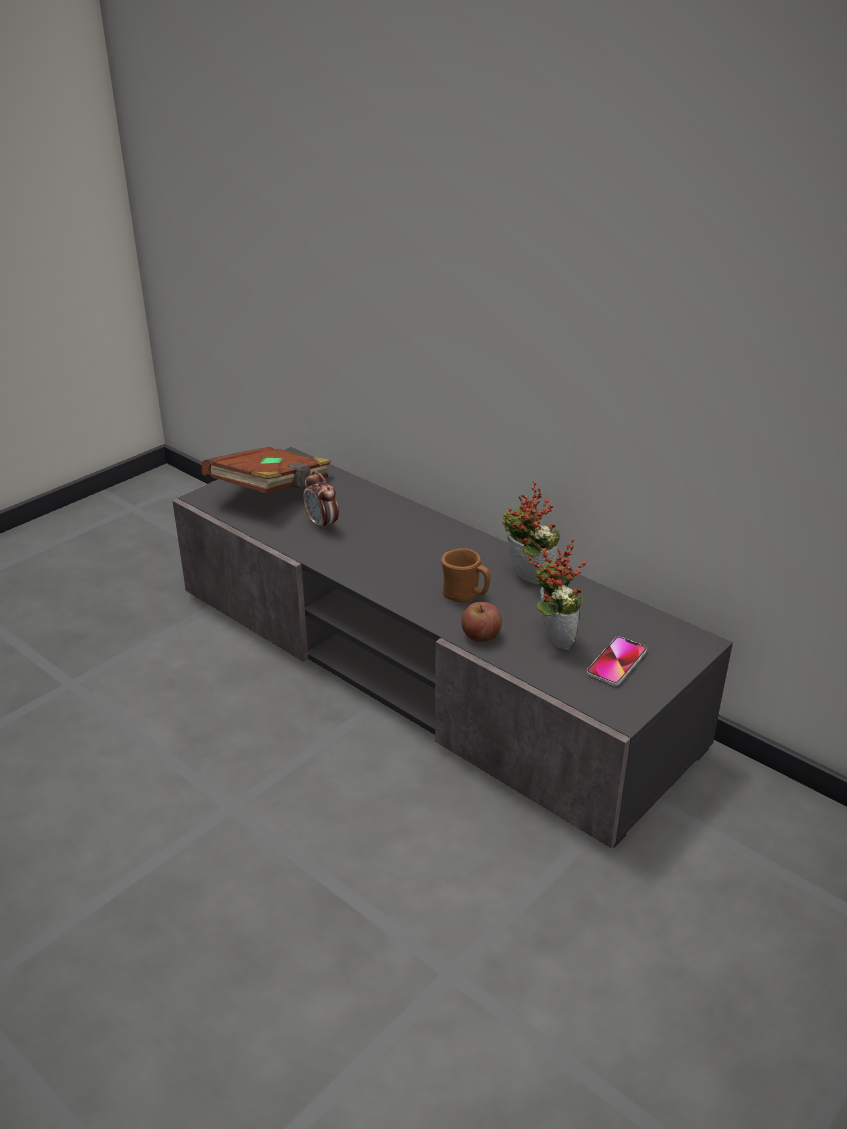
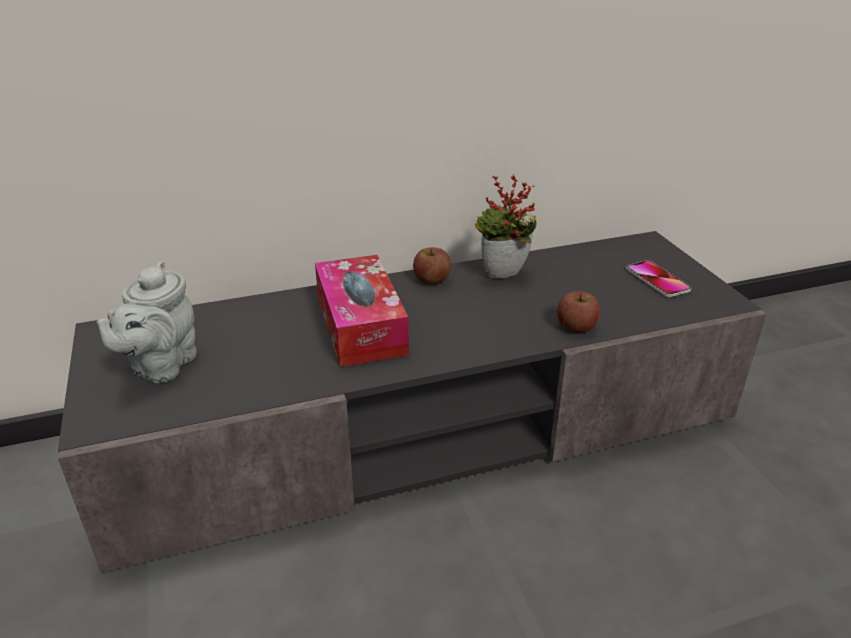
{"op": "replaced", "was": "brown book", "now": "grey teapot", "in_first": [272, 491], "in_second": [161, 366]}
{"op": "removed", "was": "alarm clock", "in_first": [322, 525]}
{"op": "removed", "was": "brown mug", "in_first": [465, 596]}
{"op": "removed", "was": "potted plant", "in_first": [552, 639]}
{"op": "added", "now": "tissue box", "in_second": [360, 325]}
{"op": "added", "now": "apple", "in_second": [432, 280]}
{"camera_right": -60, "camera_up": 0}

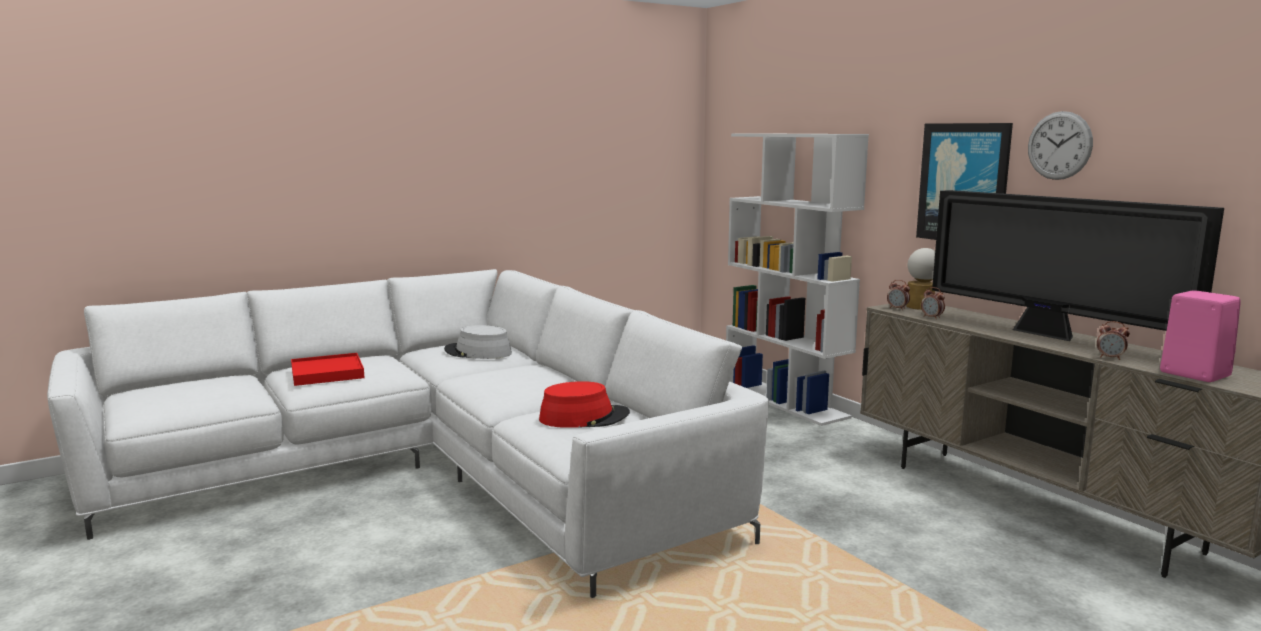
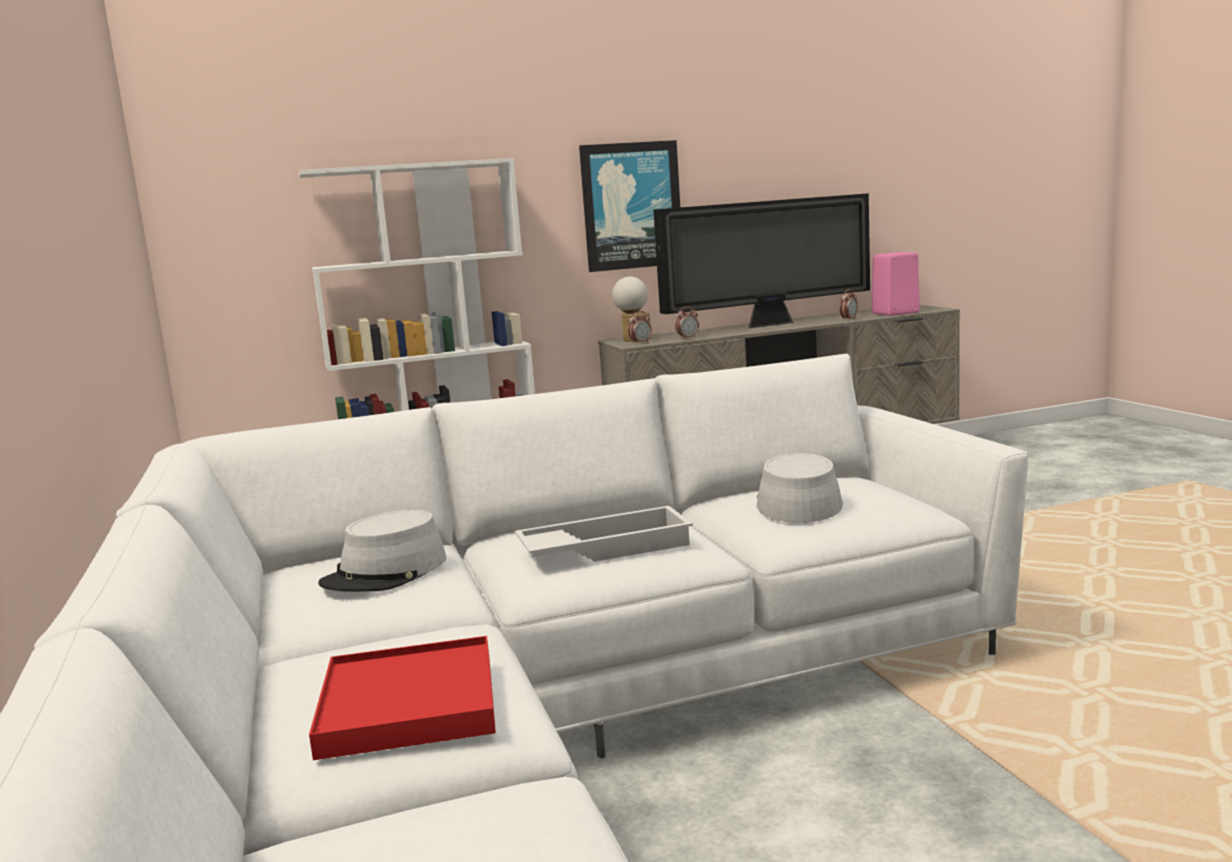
{"op": "recoloured", "was": "red hat", "now": "grey hat", "in_first": [584, 417], "in_second": [798, 503]}
{"op": "removed", "was": "wall clock", "in_first": [1059, 145]}
{"op": "added", "now": "white tray", "in_second": [605, 547]}
{"camera_right": -75, "camera_up": 0}

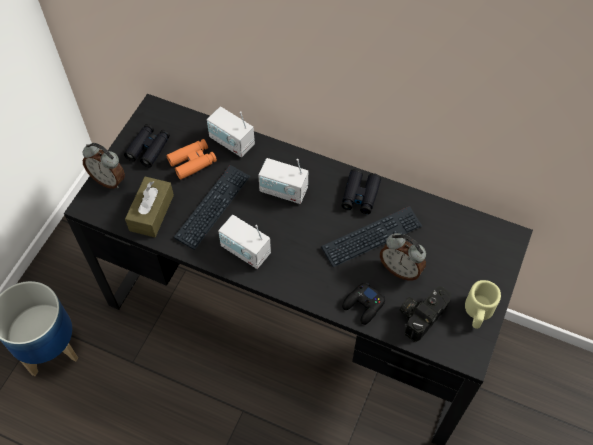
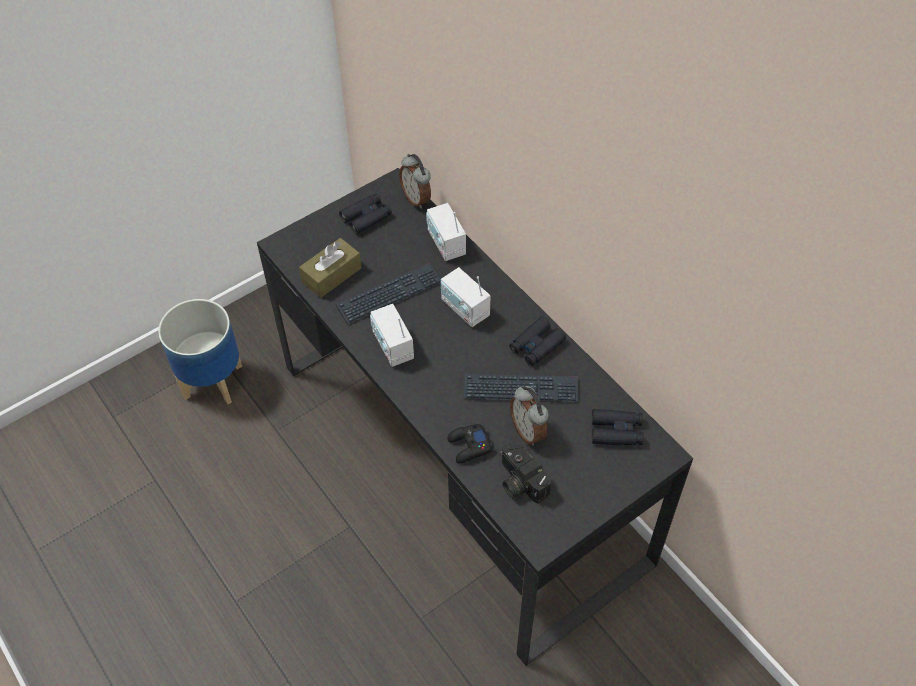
{"op": "moved", "was": "alarm clock", "in_first": [109, 180], "in_second": [417, 199]}
{"op": "removed", "was": "orange binoculars", "in_first": [192, 162]}
{"op": "turned", "was": "photo camera", "in_first": [420, 314], "in_second": [519, 481], "clockwise": -105}
{"op": "removed", "was": "beige mug", "in_first": [478, 312]}
{"op": "added", "now": "black binoculars", "in_second": [616, 431]}
{"camera_right": 30, "camera_up": -5}

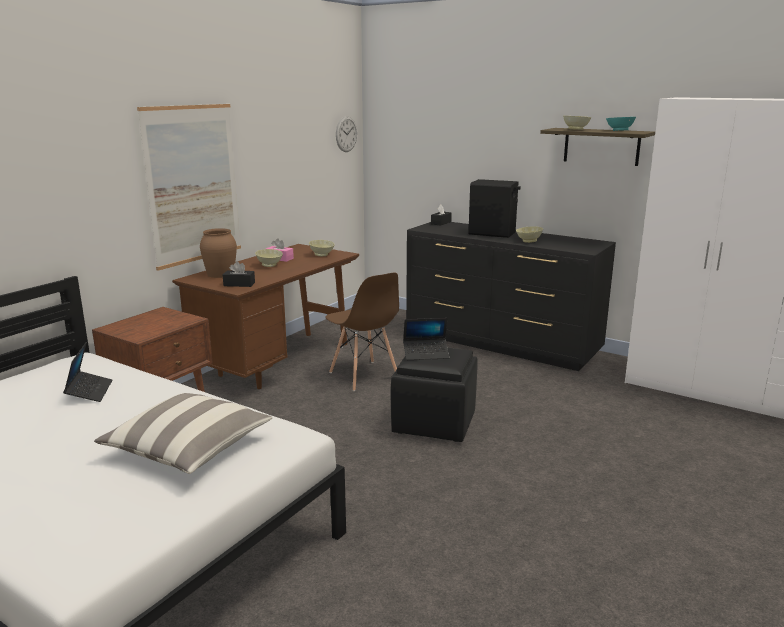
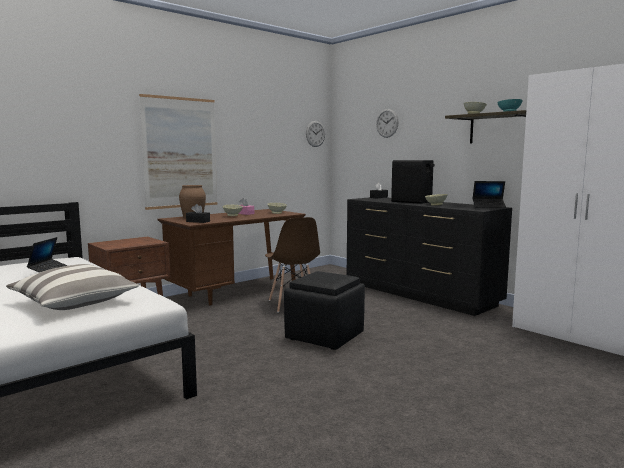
{"op": "moved", "was": "laptop", "in_first": [426, 354], "in_second": [488, 206]}
{"op": "added", "now": "wall clock", "in_second": [387, 123]}
{"camera_right": 15, "camera_up": -10}

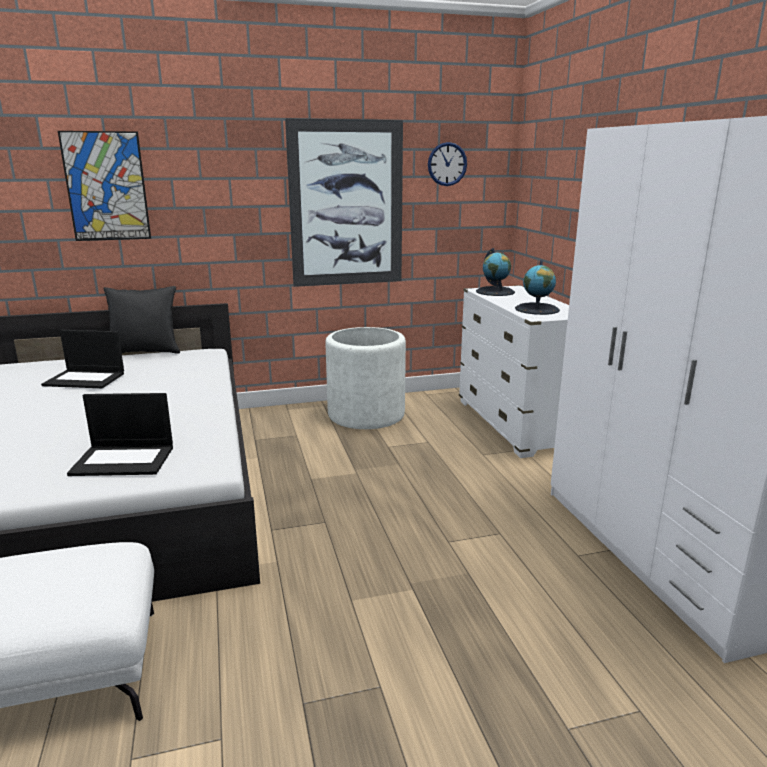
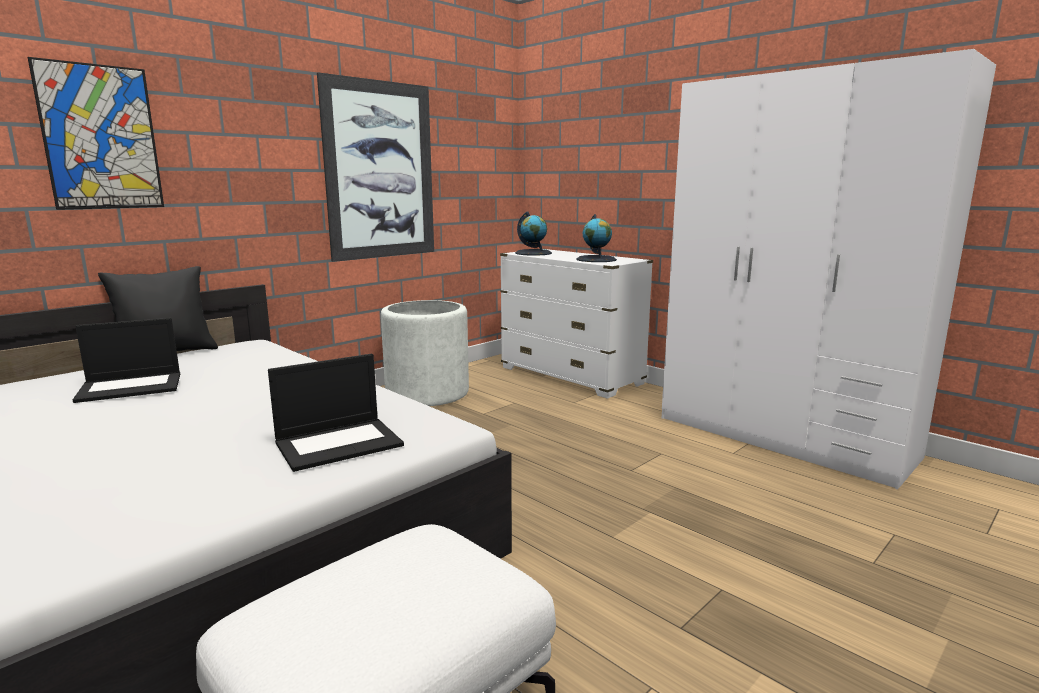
{"op": "removed", "was": "wall clock", "in_first": [447, 164]}
{"camera_right": -30, "camera_up": -5}

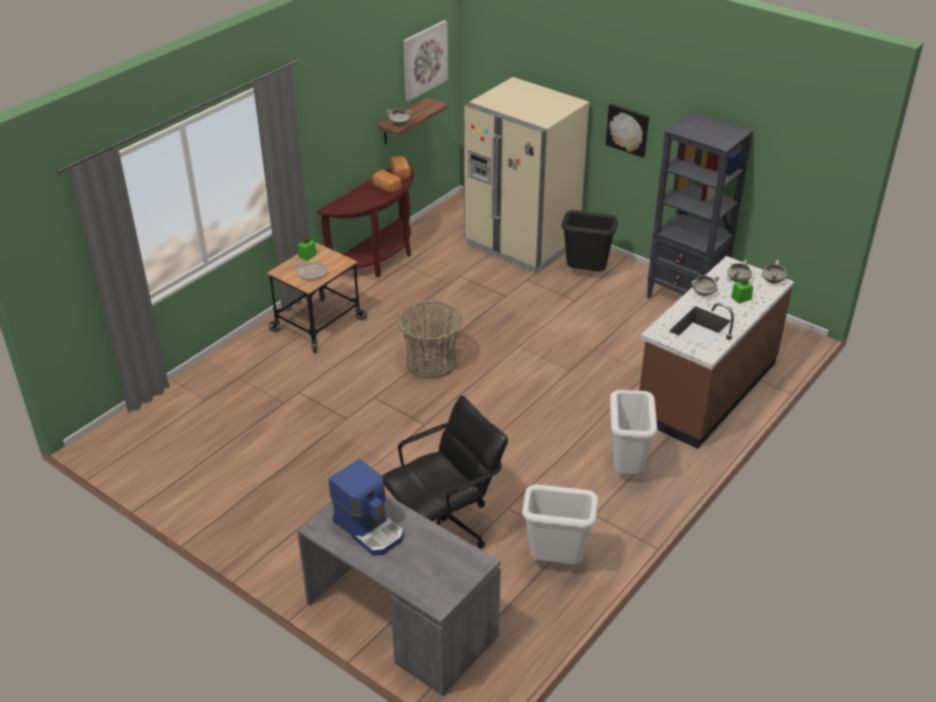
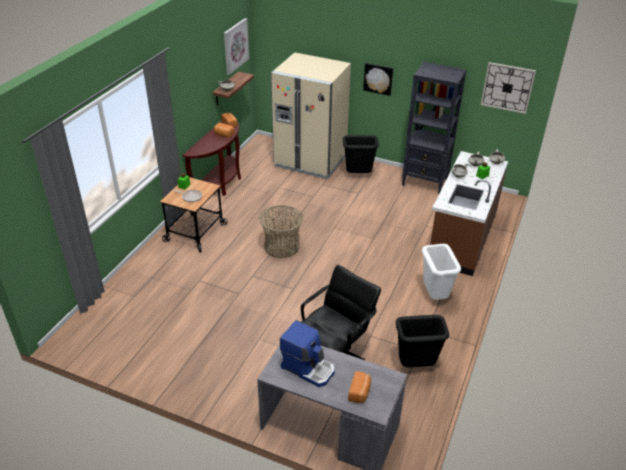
{"op": "recoloured", "was": "white trash can", "now": "black trash can", "in_first": [557, 562], "in_second": [416, 366]}
{"op": "added", "now": "bread", "in_second": [359, 392]}
{"op": "added", "now": "wall clock", "in_second": [507, 87]}
{"camera_right": -15, "camera_up": 0}

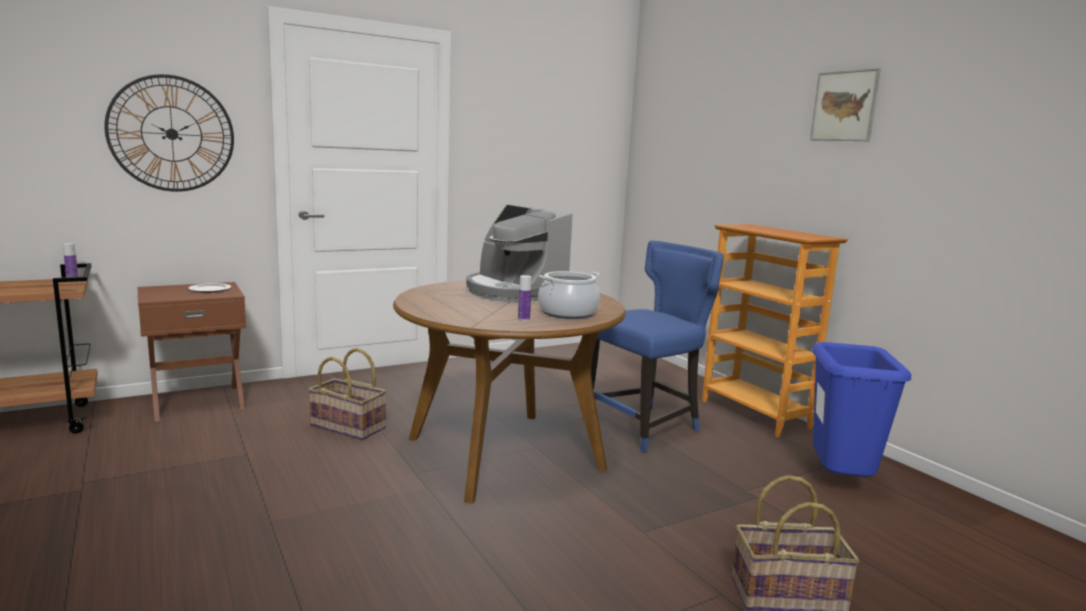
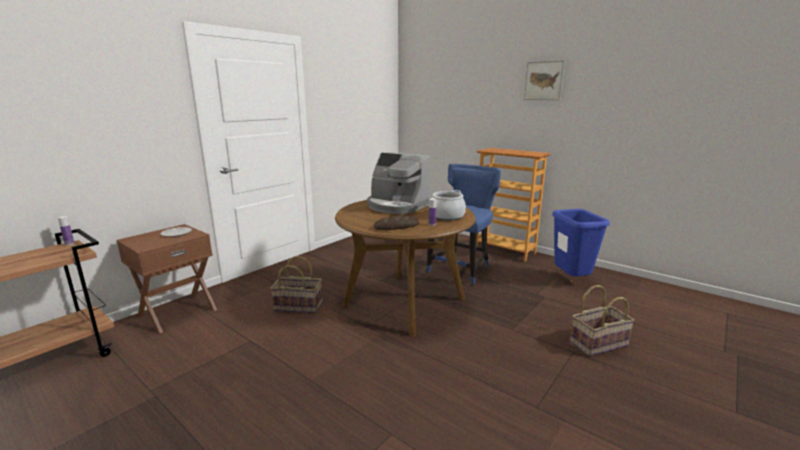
{"op": "removed", "was": "wall clock", "in_first": [172, 134]}
{"op": "added", "now": "bread", "in_second": [396, 227]}
{"camera_right": -20, "camera_up": 5}

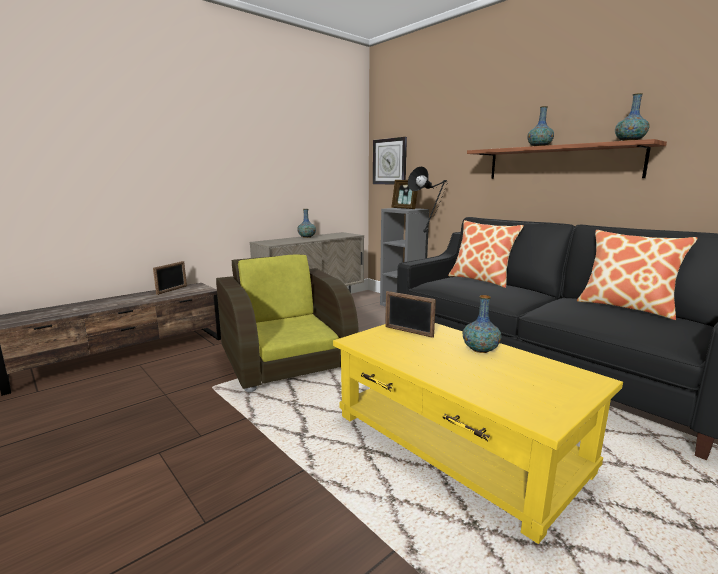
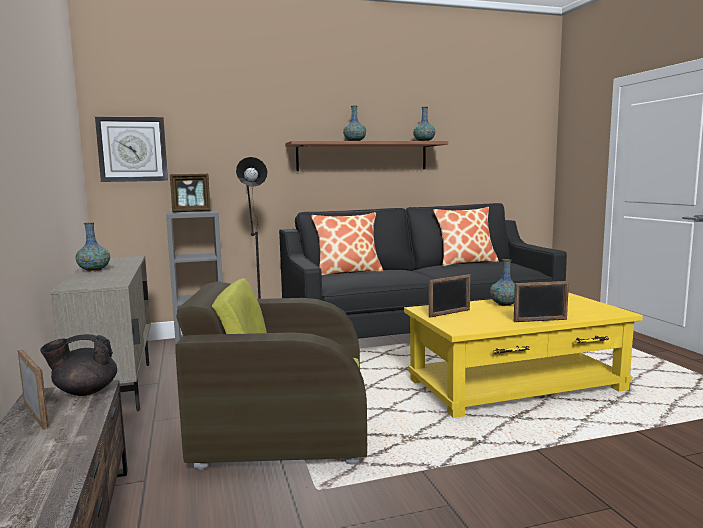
{"op": "added", "now": "black teapot", "in_second": [85, 391]}
{"op": "added", "now": "picture frame", "in_second": [540, 320]}
{"camera_right": -65, "camera_up": -5}

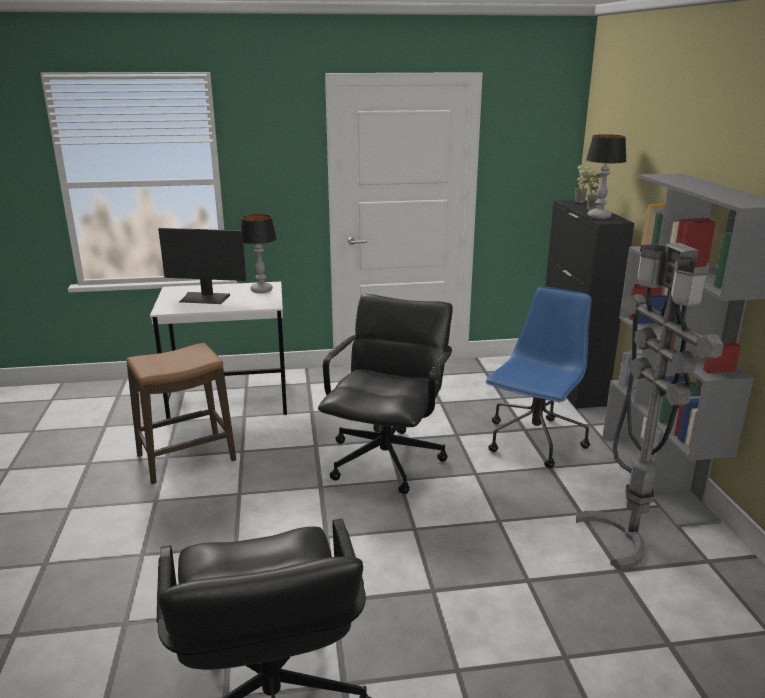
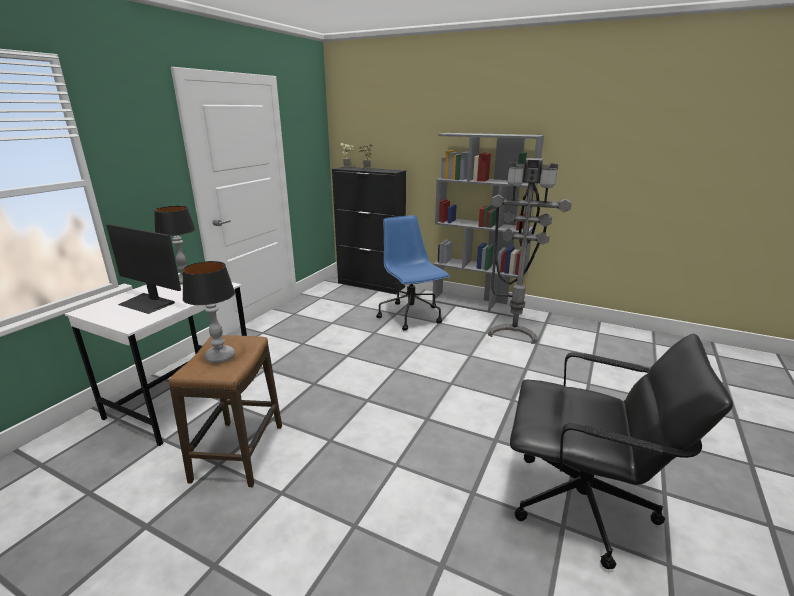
{"op": "turned", "was": "monitor", "in_first": [205, 298], "in_second": [148, 303], "clockwise": 75}
{"op": "removed", "was": "black office chair", "in_first": [387, 460]}
{"op": "moved", "was": "table lamp", "in_first": [598, 217], "in_second": [219, 357]}
{"camera_right": -55, "camera_up": 0}

